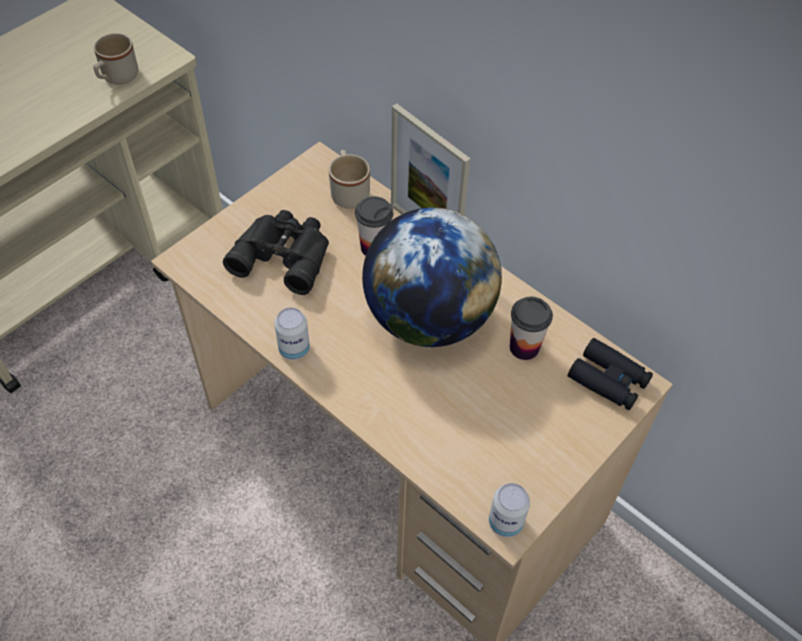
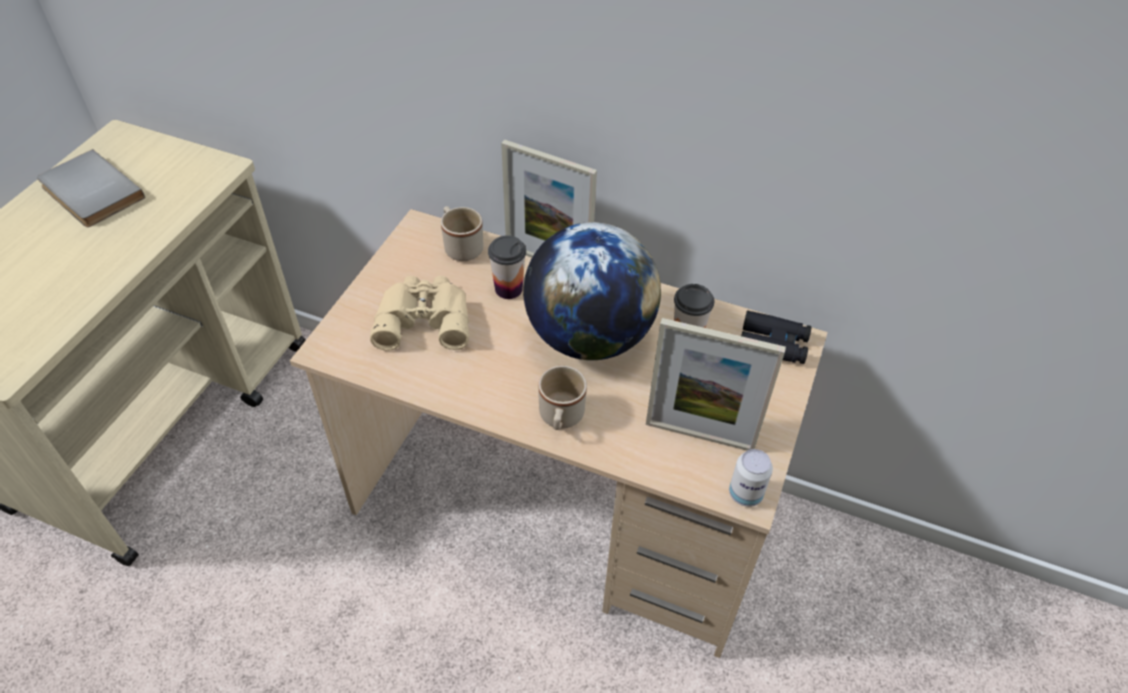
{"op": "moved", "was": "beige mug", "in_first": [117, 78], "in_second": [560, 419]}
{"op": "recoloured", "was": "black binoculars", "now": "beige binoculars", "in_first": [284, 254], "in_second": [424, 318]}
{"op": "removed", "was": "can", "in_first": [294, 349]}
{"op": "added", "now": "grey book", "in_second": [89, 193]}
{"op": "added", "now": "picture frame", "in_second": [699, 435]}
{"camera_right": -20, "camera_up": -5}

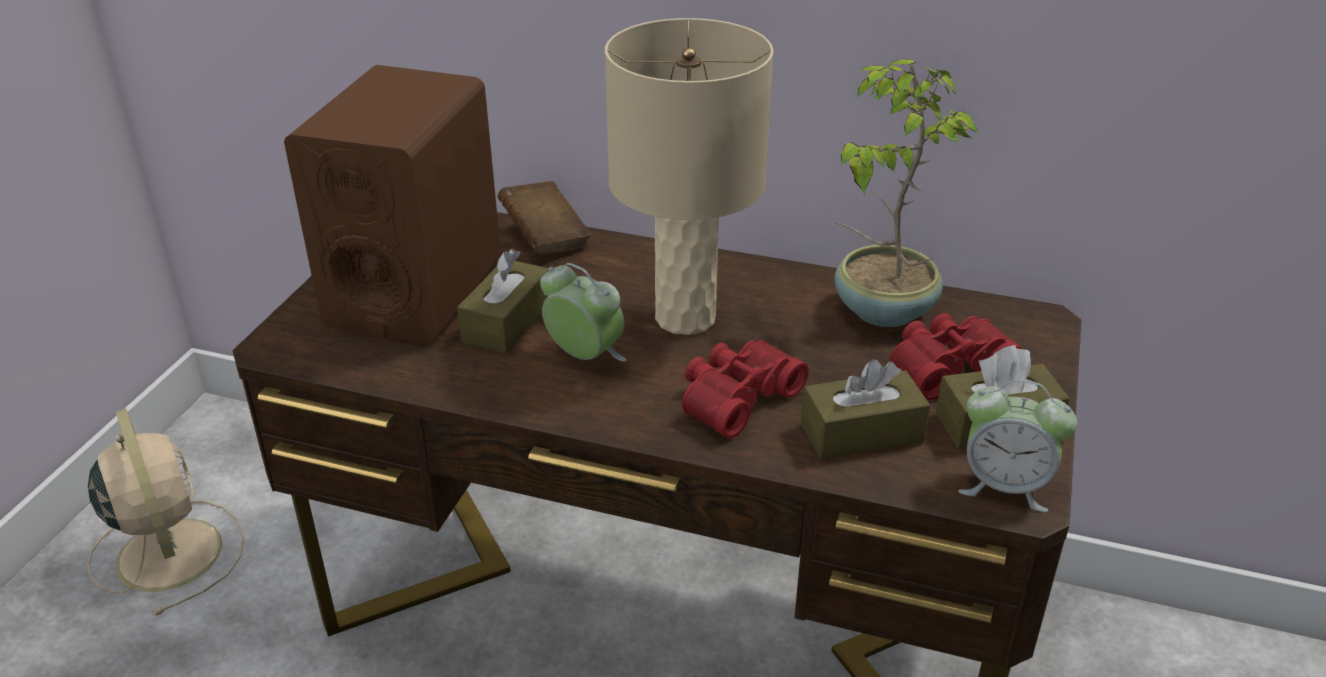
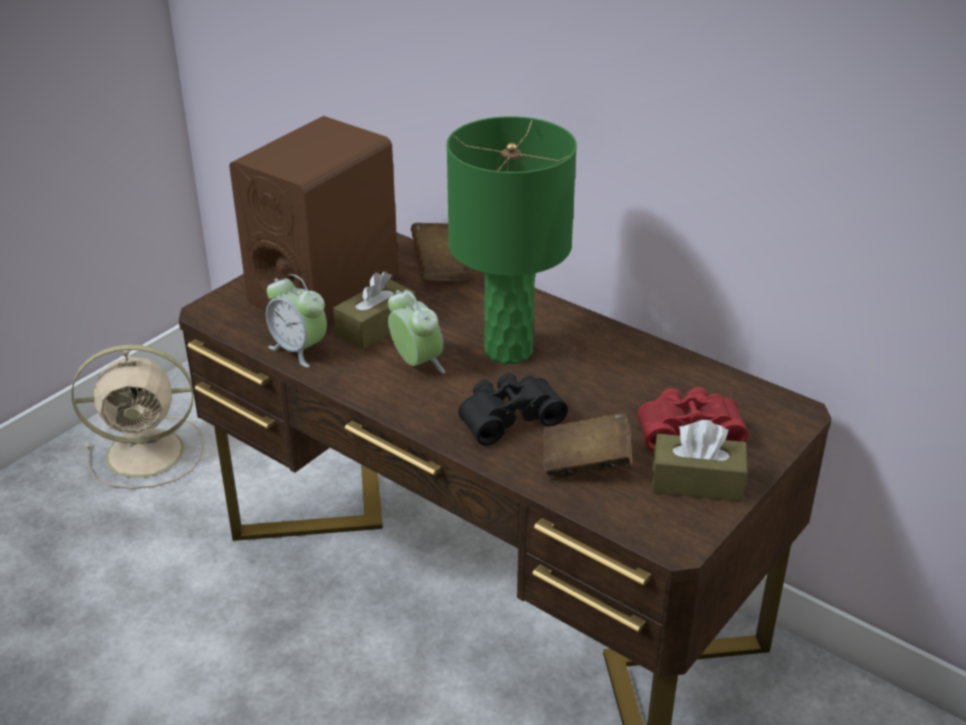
{"op": "turned", "was": "beige fan", "in_first": [168, 551], "in_second": [149, 452], "clockwise": 90}
{"op": "recoloured", "was": "beige table lamp", "now": "green table lamp", "in_first": [686, 318], "in_second": [509, 350]}
{"op": "recoloured", "was": "red binoculars", "now": "black binoculars", "in_first": [735, 397], "in_second": [508, 417]}
{"op": "replaced", "was": "brown tissue box", "now": "brown book", "in_first": [861, 433], "in_second": [586, 464]}
{"op": "removed", "was": "potted plant", "in_first": [881, 310]}
{"op": "moved", "was": "alarm clock", "in_first": [1005, 486], "in_second": [299, 350]}
{"camera_right": 20, "camera_up": 0}

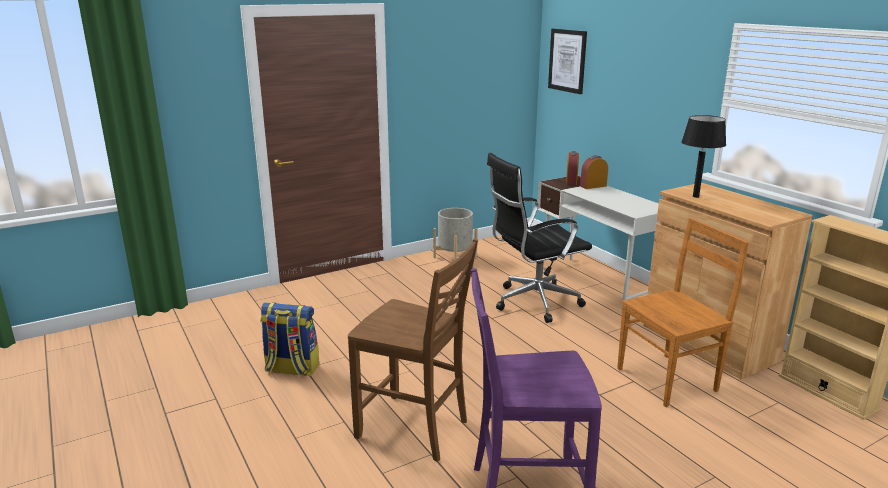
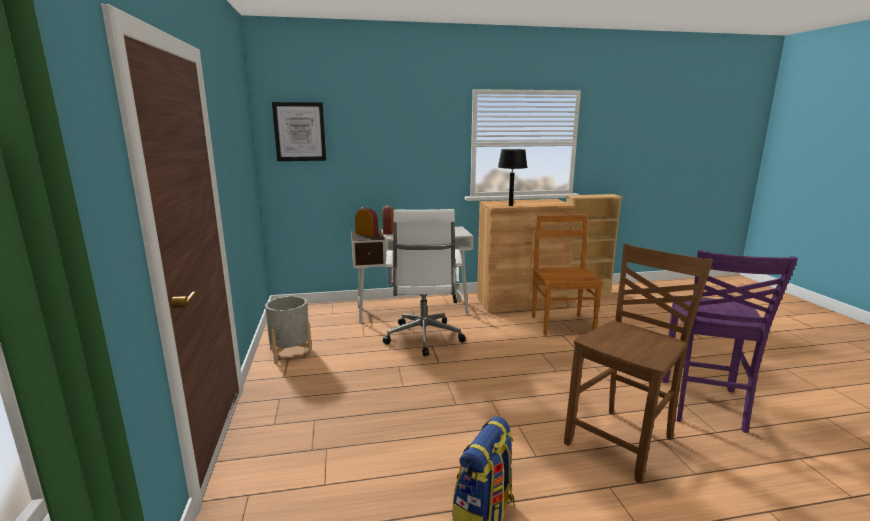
{"op": "recoloured", "was": "black office chair", "now": "white office chair", "in_first": [533, 303], "in_second": [424, 339]}
{"camera_right": -70, "camera_up": -5}

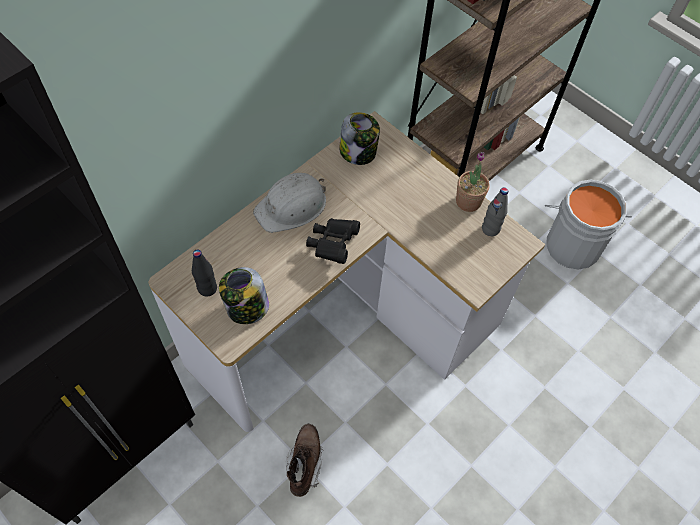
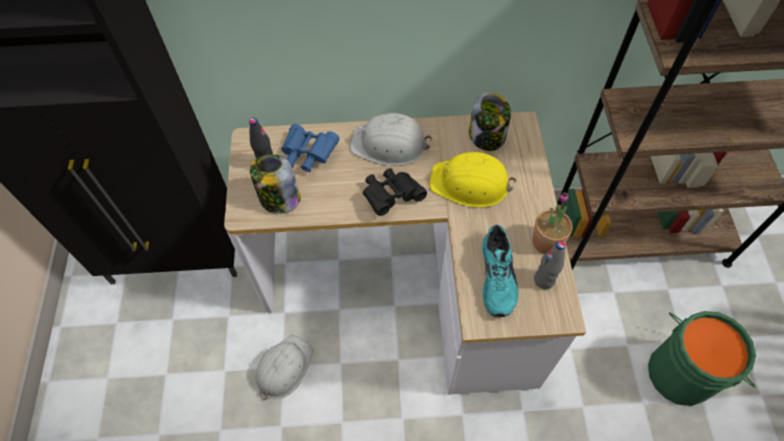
{"op": "replaced", "was": "brown boot", "now": "white hard hat", "in_first": [304, 463], "in_second": [283, 368]}
{"op": "recoloured", "was": "grey bucket", "now": "green bucket", "in_first": [573, 243], "in_second": [682, 371]}
{"op": "added", "now": "blue binoculars", "in_second": [308, 154]}
{"op": "added", "now": "yellow hard hat", "in_second": [470, 184]}
{"op": "added", "now": "turquoise shoe", "in_second": [499, 277]}
{"camera_right": 45, "camera_up": 0}

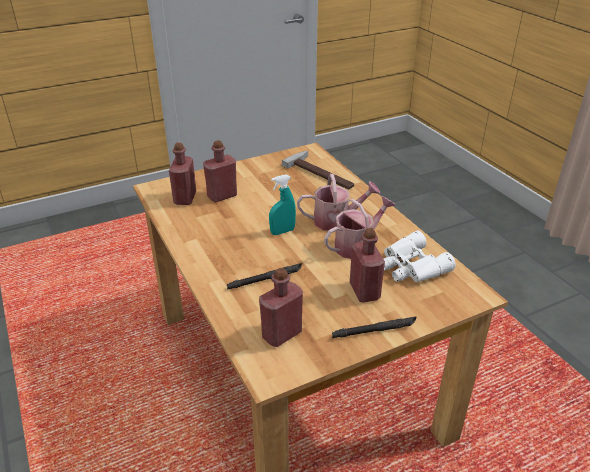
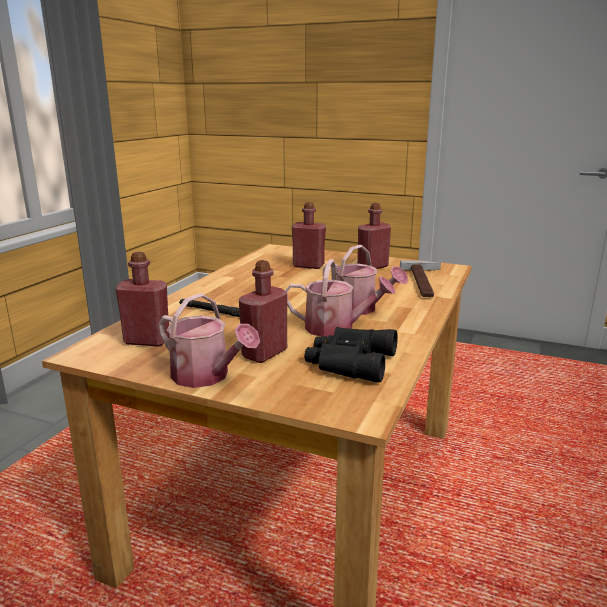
{"op": "moved", "was": "red bottle", "in_first": [185, 198], "in_second": [372, 267]}
{"op": "removed", "was": "turquoise spray bottle", "in_first": [282, 232]}
{"op": "replaced", "was": "black flashlight", "now": "watering can", "in_first": [374, 330], "in_second": [206, 376]}
{"op": "recoloured", "was": "white binoculars", "now": "black binoculars", "in_first": [411, 266], "in_second": [348, 362]}
{"camera_right": 50, "camera_up": -15}

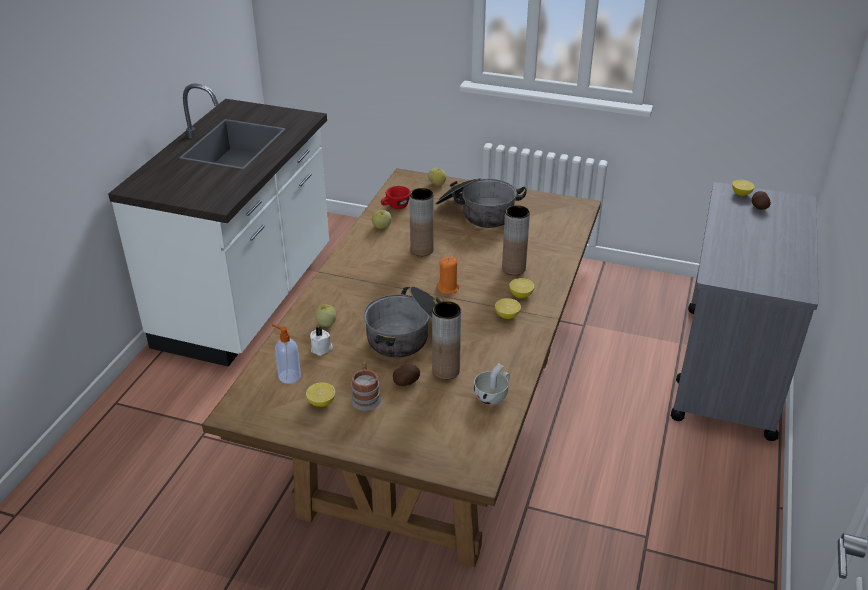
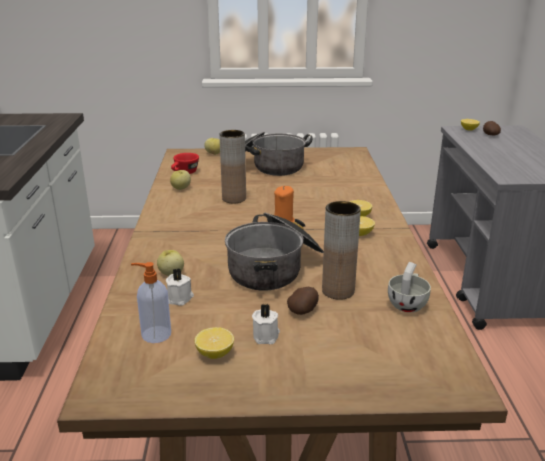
{"op": "replaced", "was": "mug", "now": "white candle", "in_first": [366, 397], "in_second": [267, 336]}
{"op": "removed", "was": "brown vase", "in_first": [513, 268]}
{"camera_right": -20, "camera_up": -10}

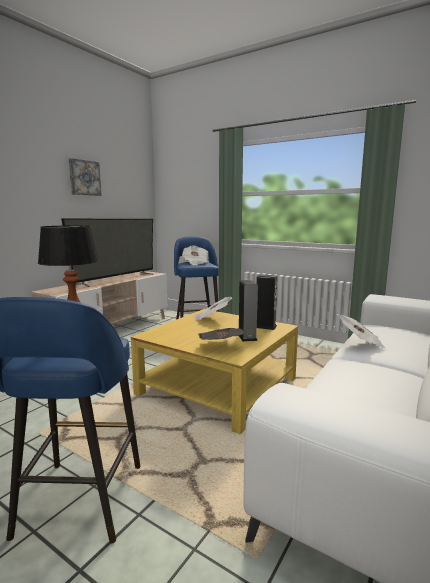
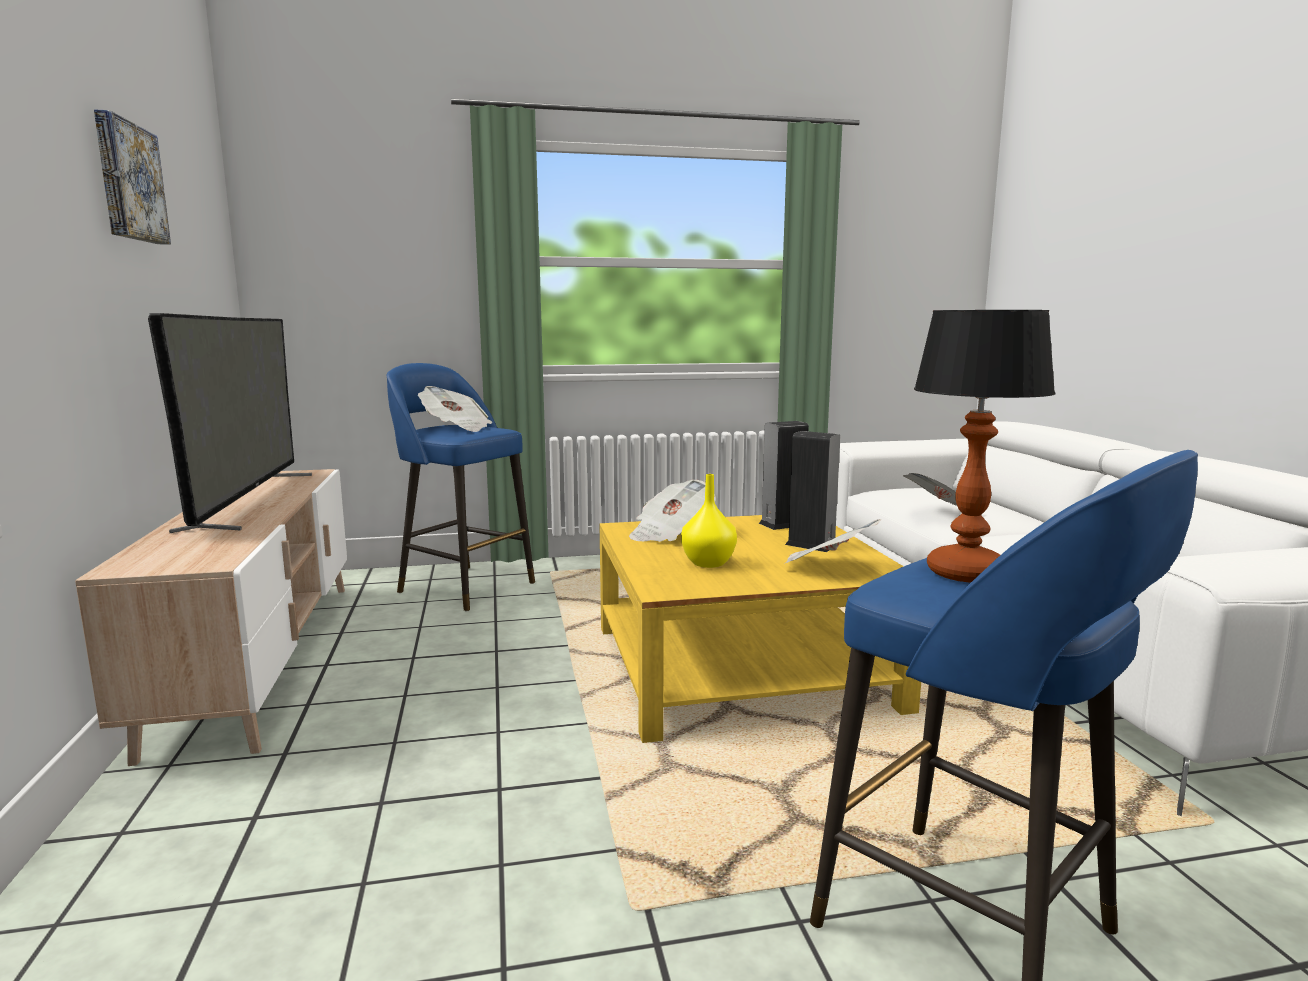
{"op": "added", "now": "yellow vase", "in_second": [709, 563]}
{"camera_right": -45, "camera_up": 0}

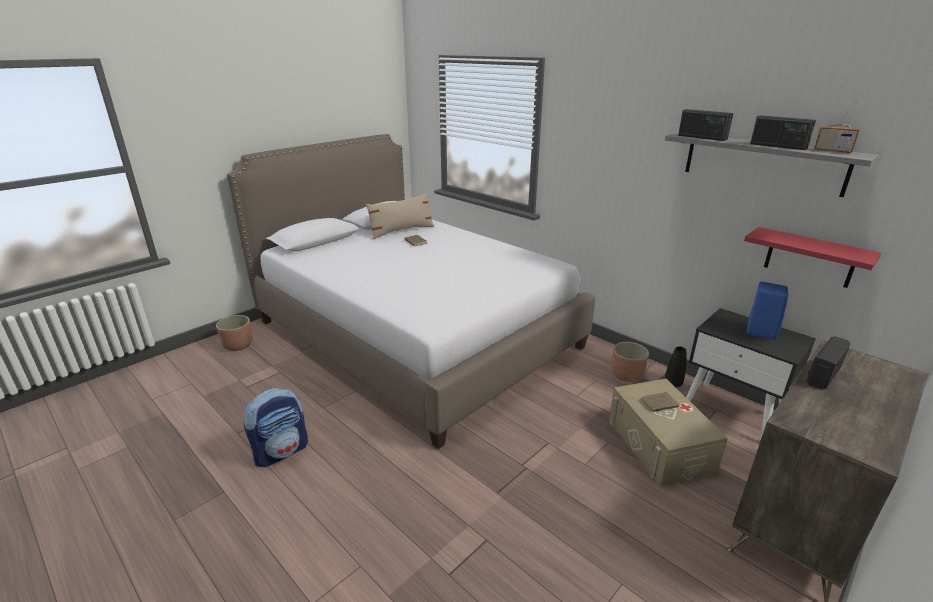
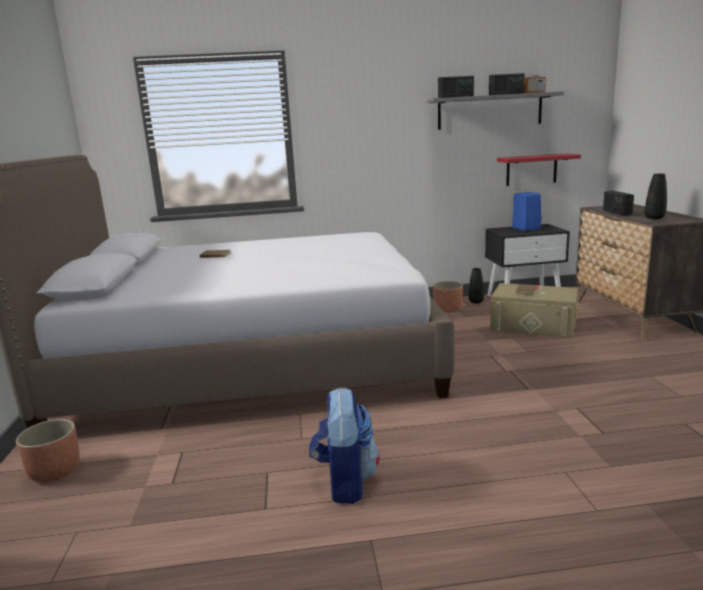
{"op": "removed", "was": "beige pillow", "in_first": [401, 231]}
{"op": "added", "now": "black vase", "in_second": [654, 217]}
{"camera_right": -50, "camera_up": -10}

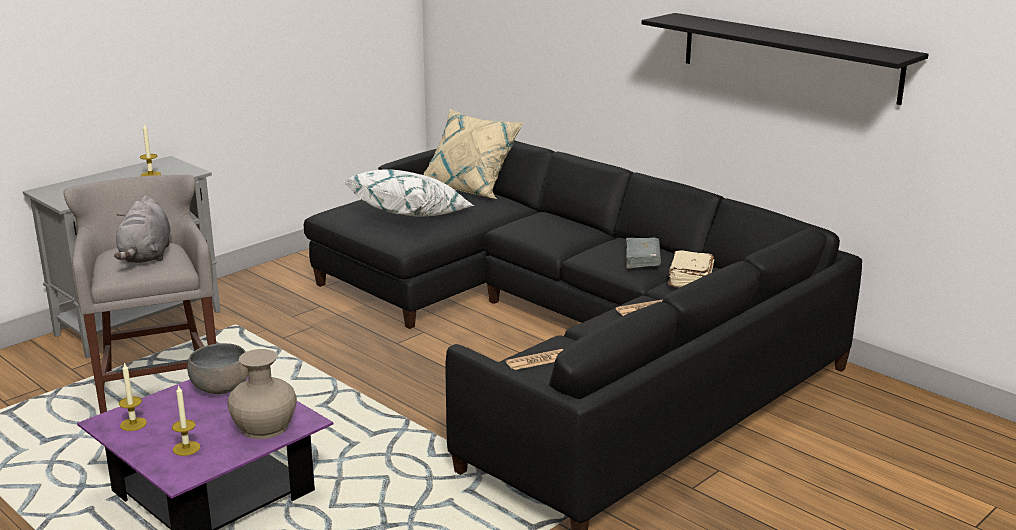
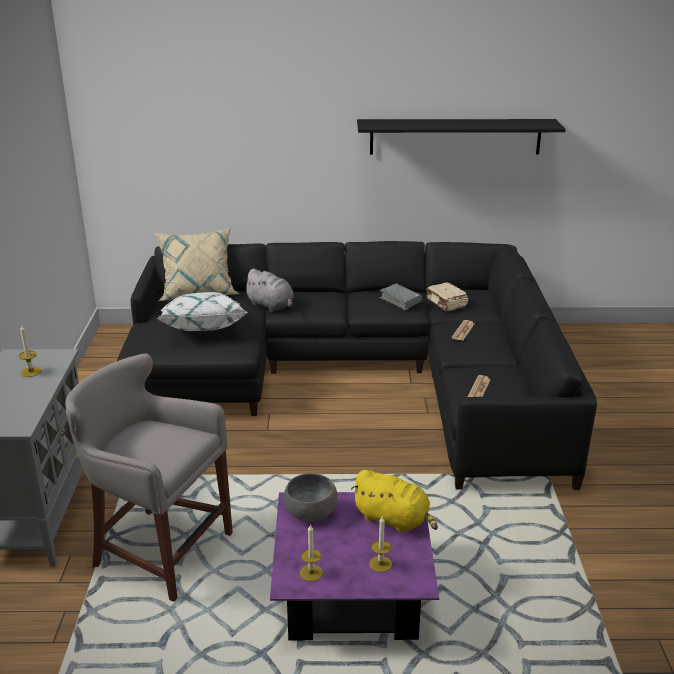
{"op": "moved", "was": "grey plush toy", "in_first": [146, 256], "in_second": [271, 306]}
{"op": "replaced", "was": "beige vase", "now": "yellow plush toy", "in_first": [264, 427], "in_second": [394, 520]}
{"camera_right": -45, "camera_up": 5}

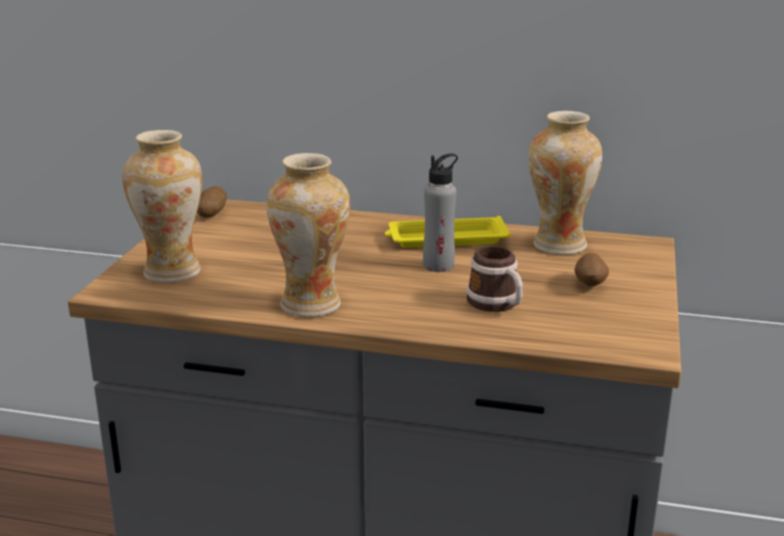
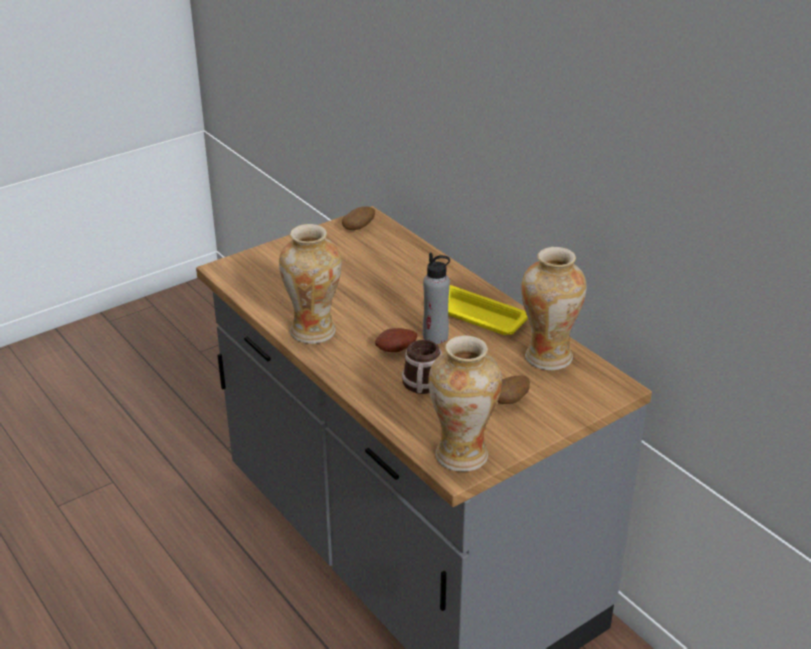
{"op": "moved", "was": "vase", "in_first": [172, 272], "in_second": [461, 454]}
{"op": "added", "now": "potato", "in_second": [396, 350]}
{"camera_right": 40, "camera_up": 10}

